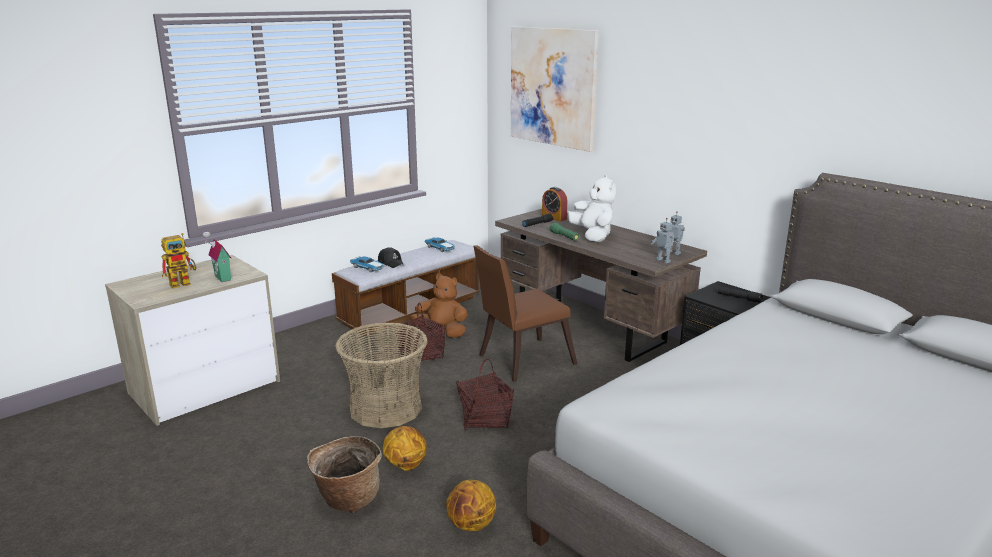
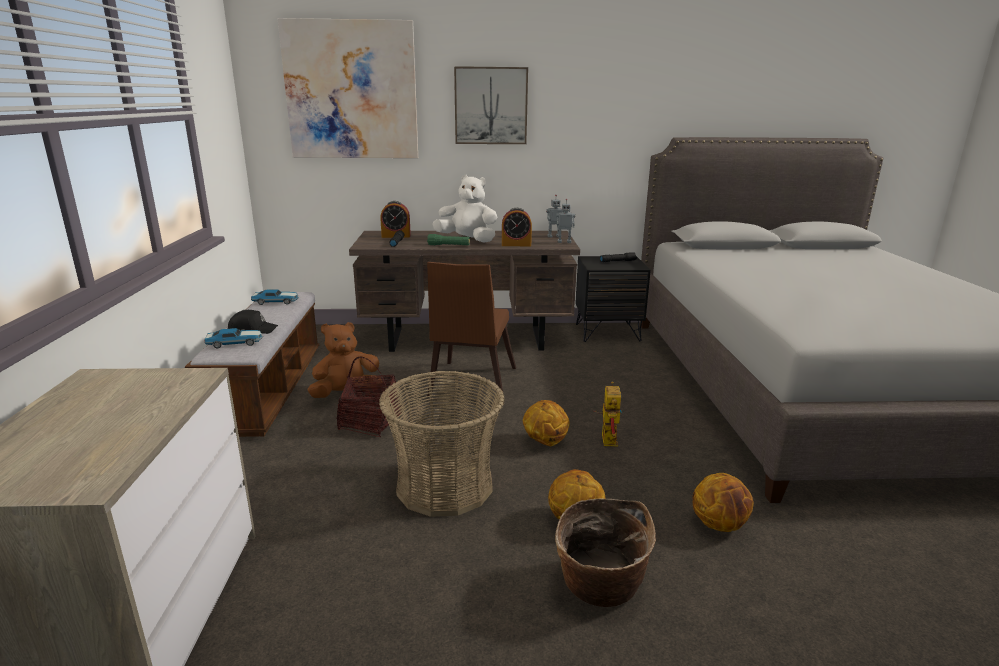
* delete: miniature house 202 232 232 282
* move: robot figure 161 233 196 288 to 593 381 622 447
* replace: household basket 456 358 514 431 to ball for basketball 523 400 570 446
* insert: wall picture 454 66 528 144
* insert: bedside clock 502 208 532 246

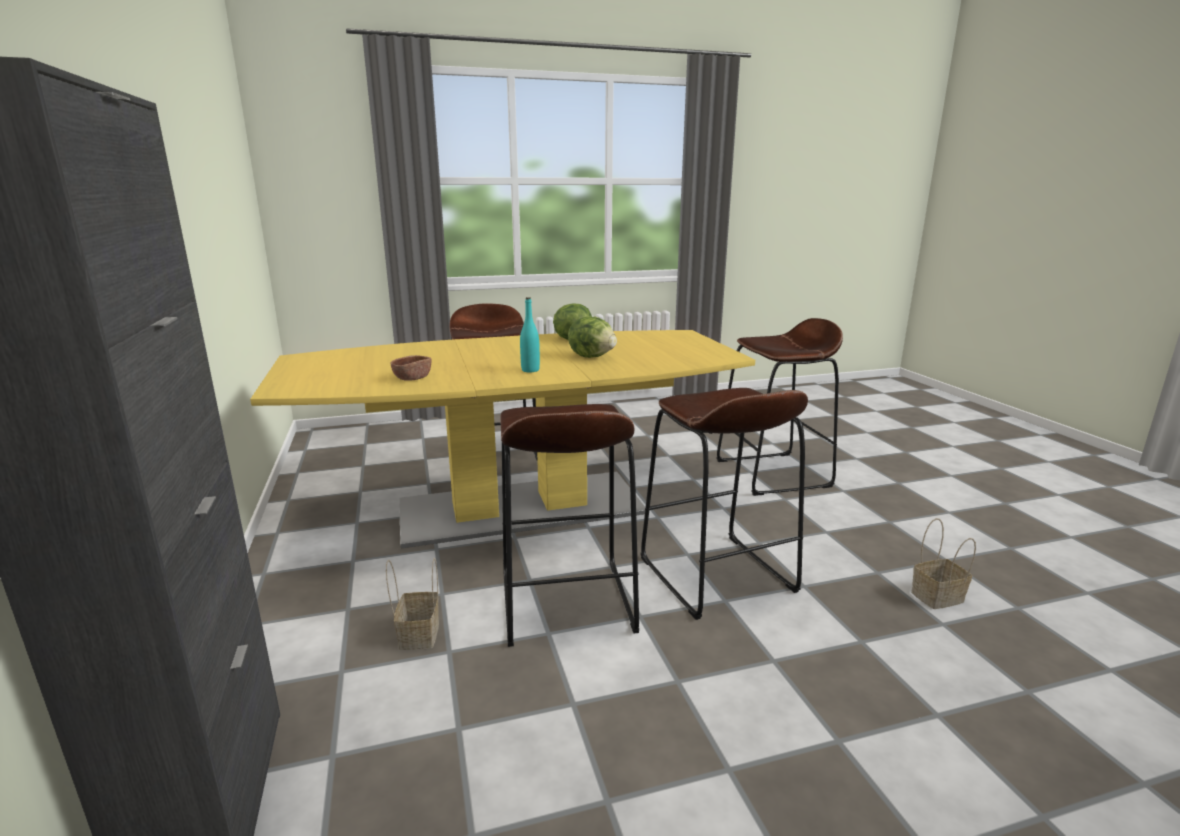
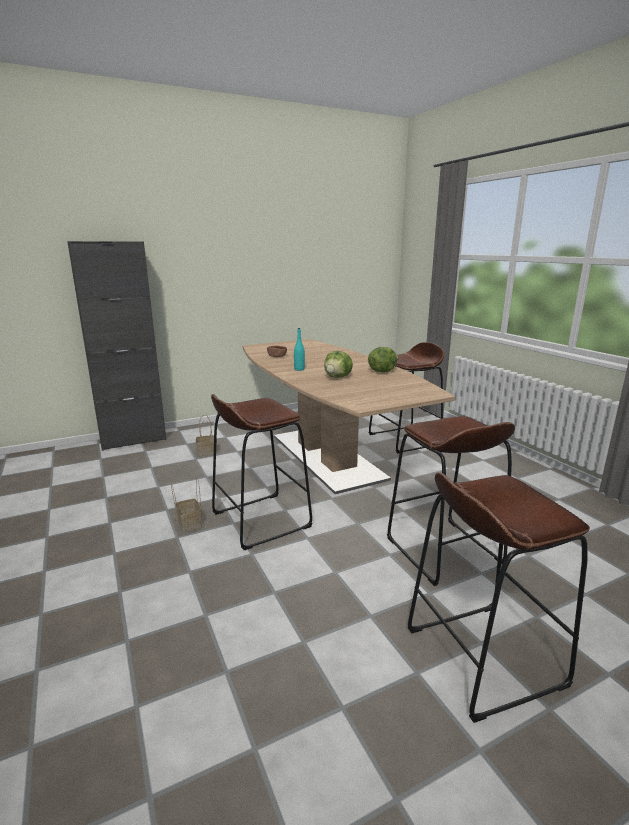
* recolor: dining table in yellow-coloured 250 330 755 549 to dining table in brown-coloured 243 339 455 494
* move: sitting stool in brown-coloured 500 404 639 647 to 408 472 590 723
* move: household basket 911 518 976 609 to 171 477 202 532

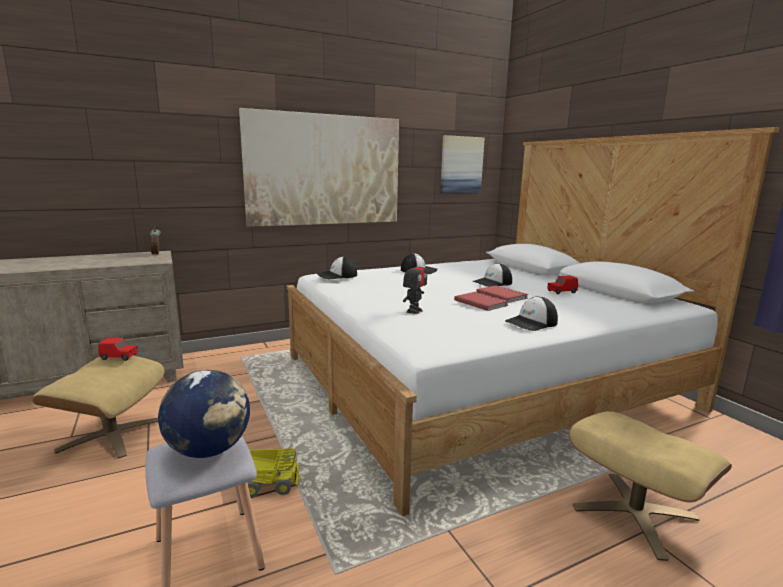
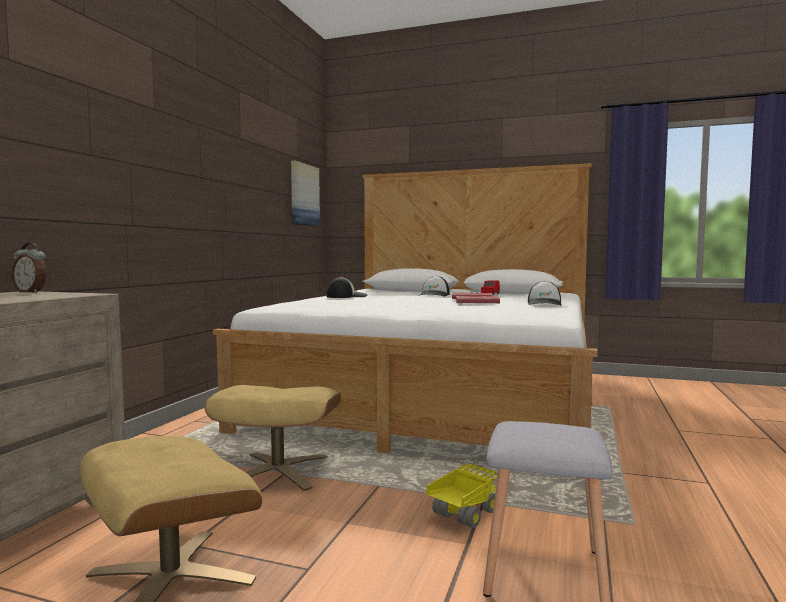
* delete: wall picture 239 108 399 227
* delete: cap 317 256 357 279
* delete: robot figure 403 257 427 314
* delete: model car in red 98 338 138 361
* delete: globe 158 370 250 458
* move: ottoman in beige 569 411 732 561 to 204 385 341 491

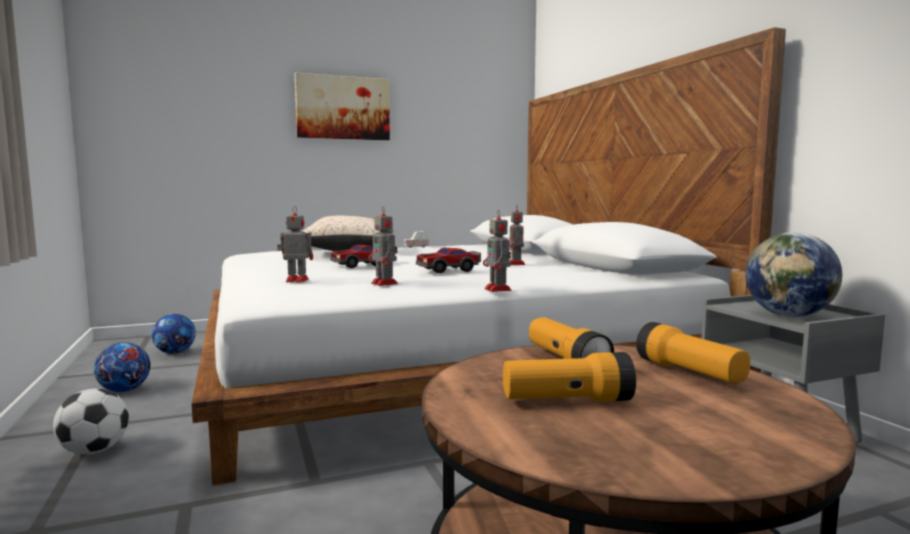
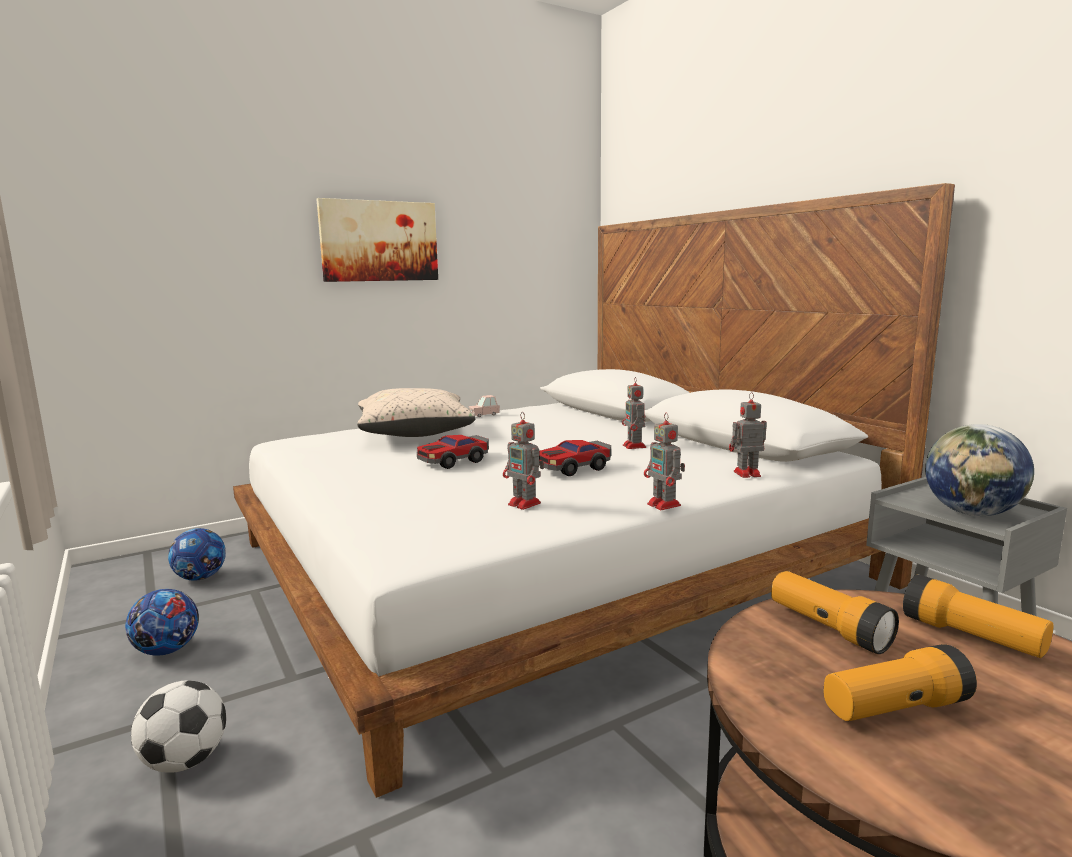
* move: robot figure 277 206 313 282 to 729 392 767 478

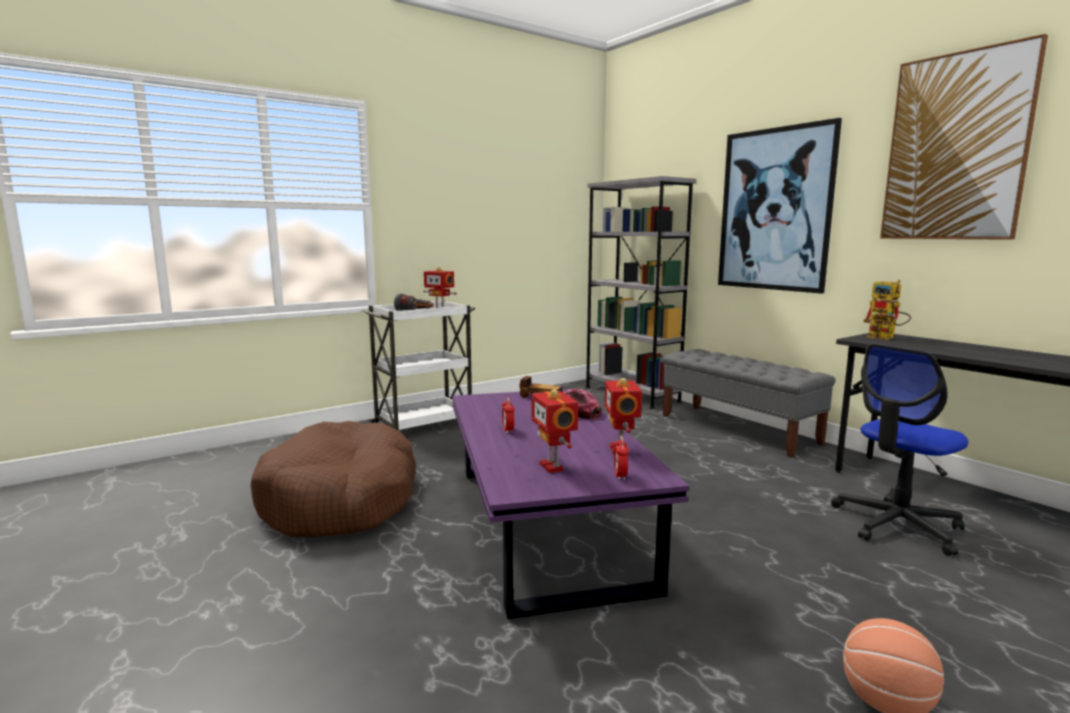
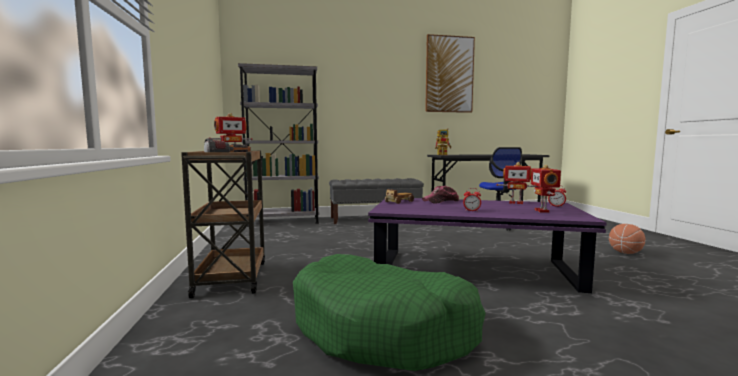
* delete: wall picture 718 118 842 294
* recolor: wheeled cart in white 362 301 475 430 to wheeled cart in brown-coloured 181 151 265 298
* rotate: robot figure 532 389 578 473 = 531 165 561 213 90 degrees clockwise
* recolor: pet bed in brown-coloured 250 421 416 537 to pet bed in greenish 293 254 486 371

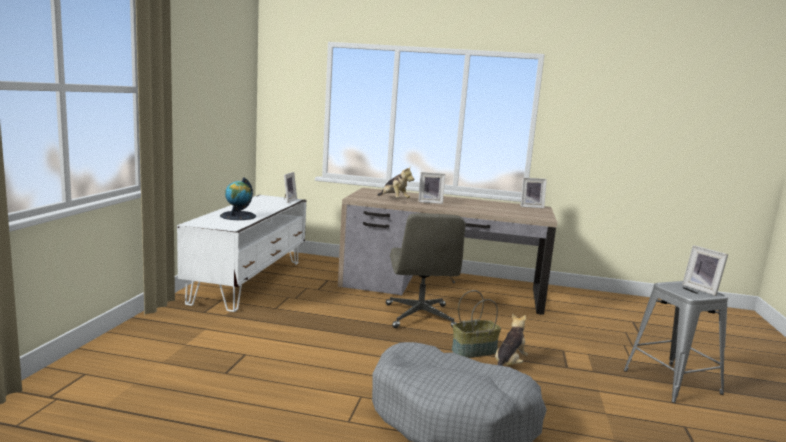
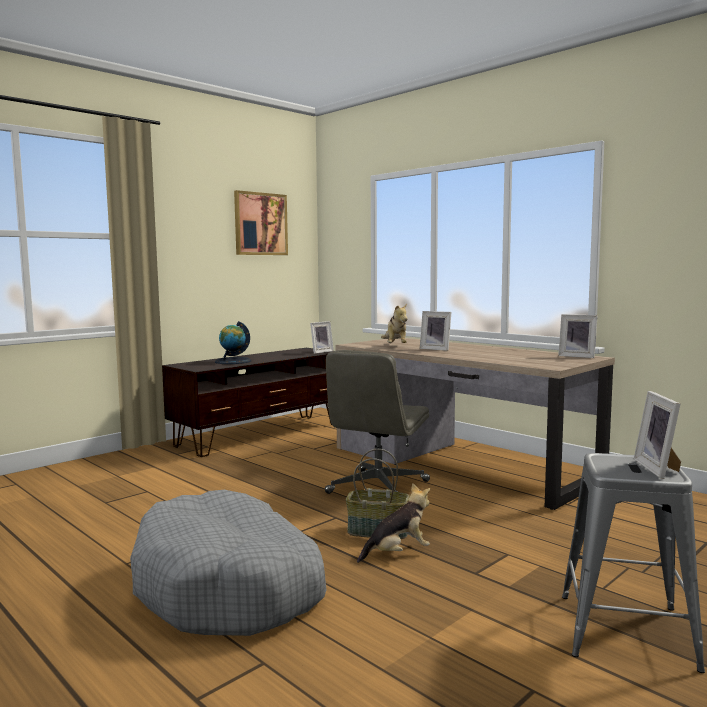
* recolor: media console in white 177 195 306 312 to media console in brown-coloured 162 348 333 457
* insert: wall picture 234 190 288 255

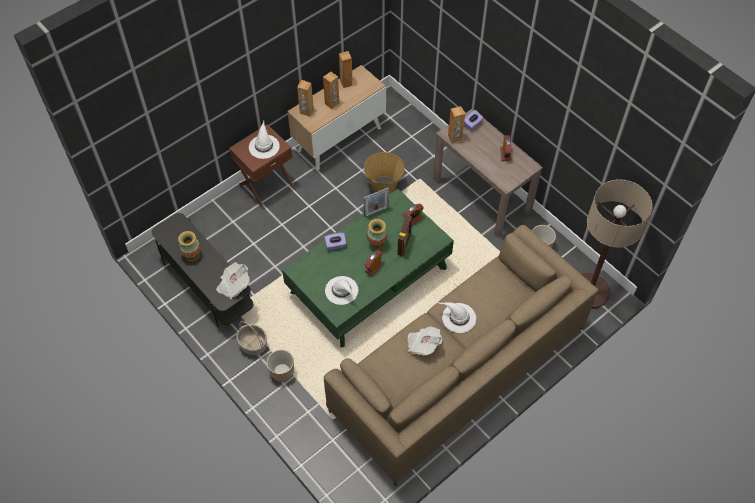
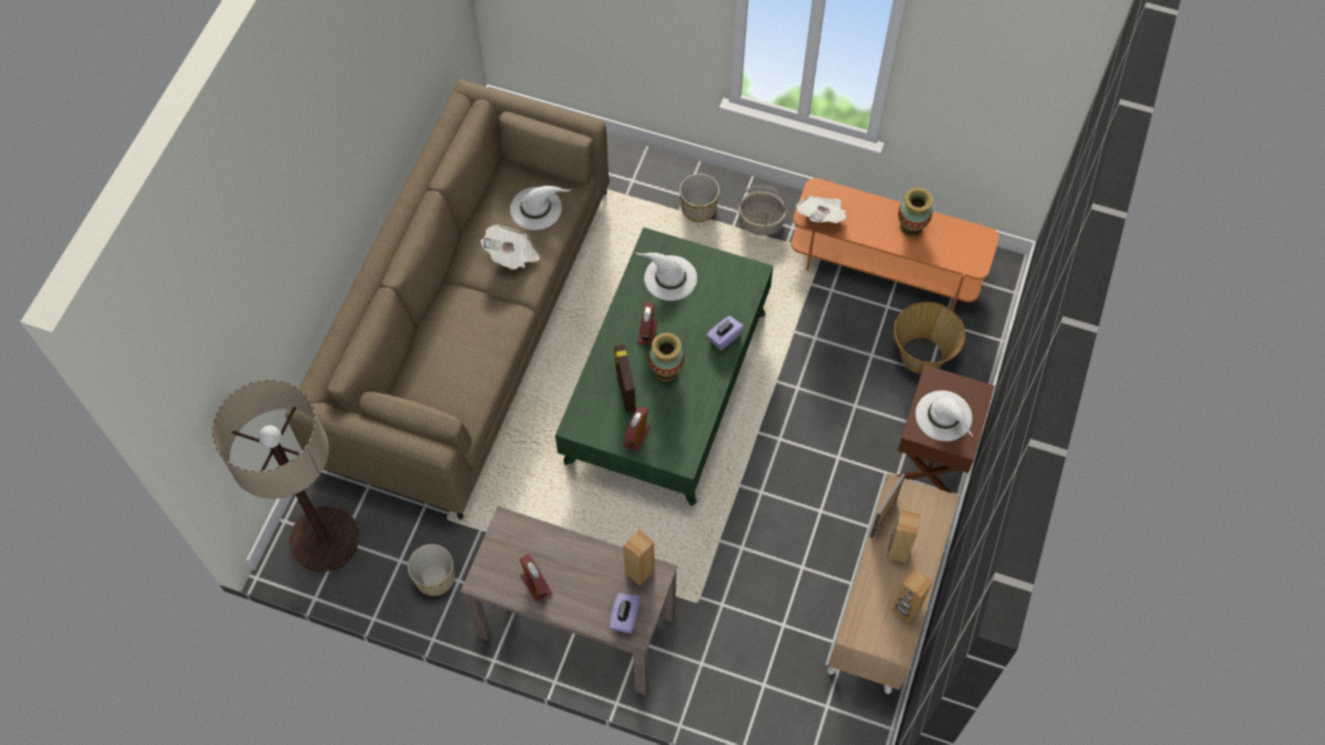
* delete: audio speaker in brown-coloured 297 80 314 117
* move: household basket 364 152 405 194 to 894 302 966 374
* move: photo frame 364 187 389 217 to 870 474 905 538
* recolor: media console in grey 152 213 253 327 to media console in orange 791 178 999 310
* move: hat in white 437 302 476 333 to 510 186 571 230

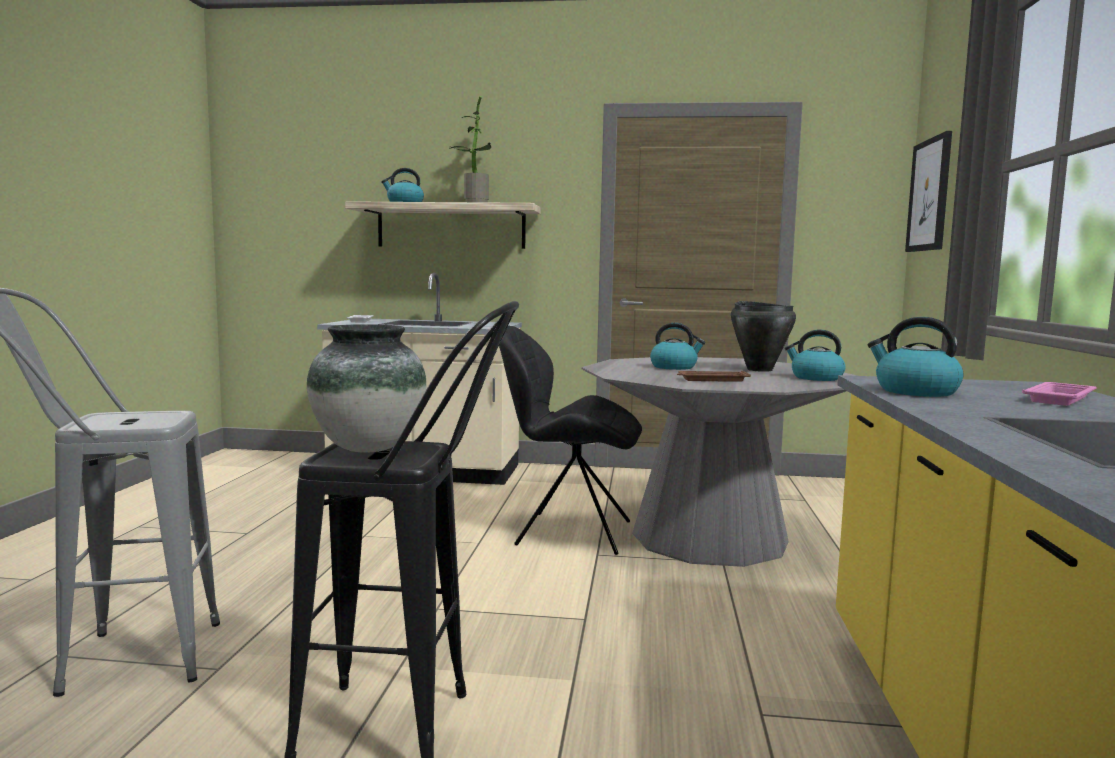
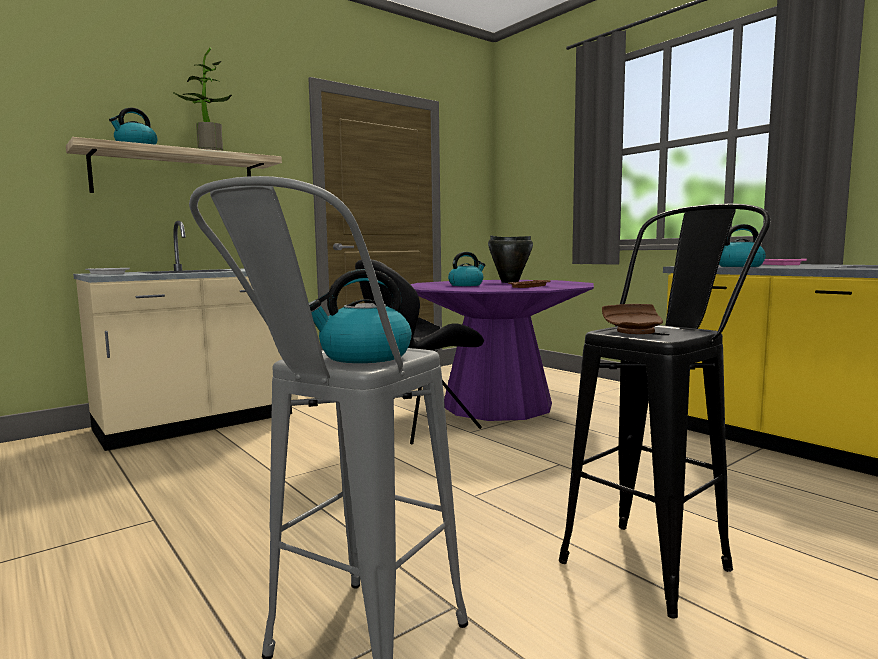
* delete: wall picture 905 131 952 252
* replace: decorative vase 307 324 427 453 to plate in brown-coloured 602 304 663 334
* move: water kettle 785 330 845 381 to 309 269 412 363
* recolor: dining table in grey 581 357 857 567 to dining table in purple-coloured 410 280 594 421

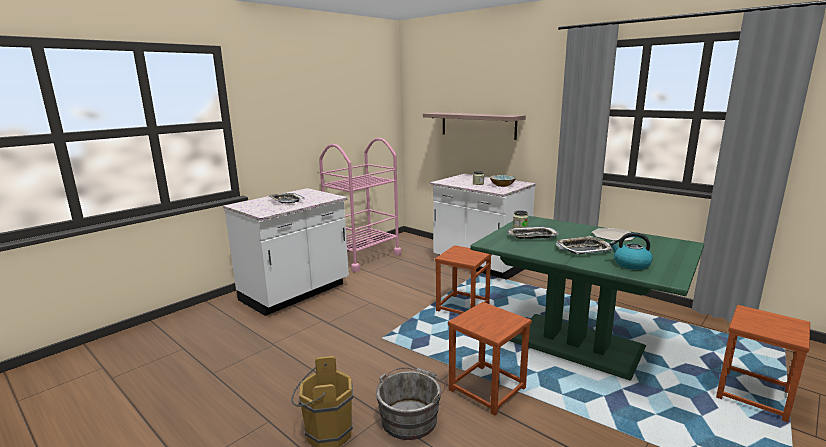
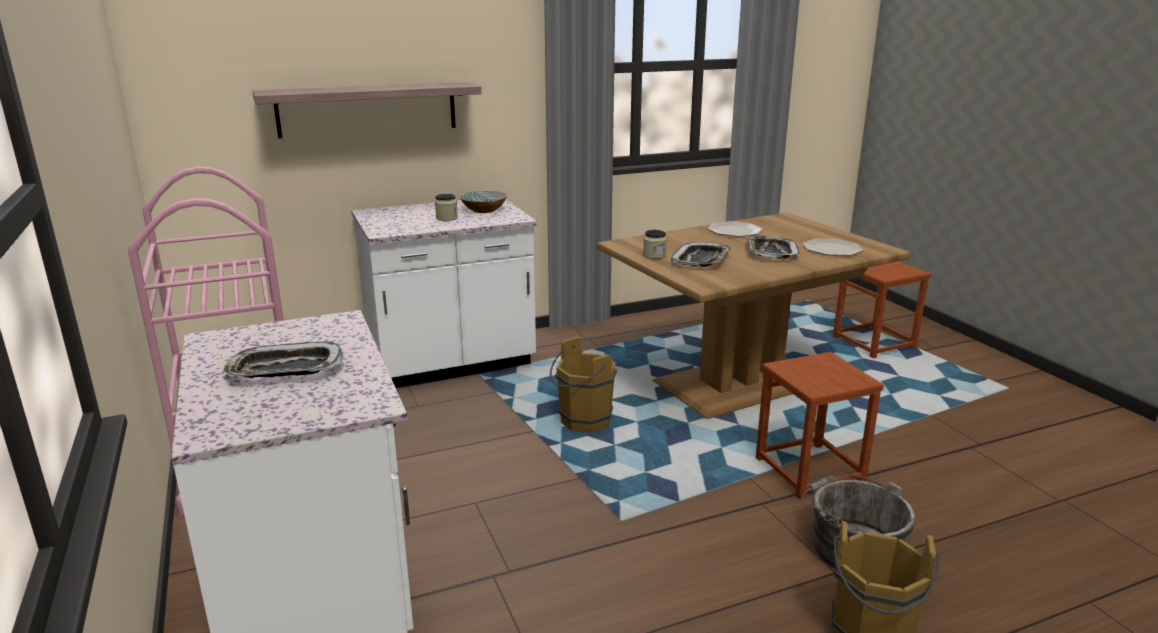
* recolor: dining table in greenish 470 216 704 381 to dining table in brown-coloured 597 212 910 419
* replace: water kettle 609 232 653 270 to plate 803 239 863 256
* replace: sitting stool in brown-coloured 435 245 492 314 to water bucket in brown-coloured 550 337 617 433

